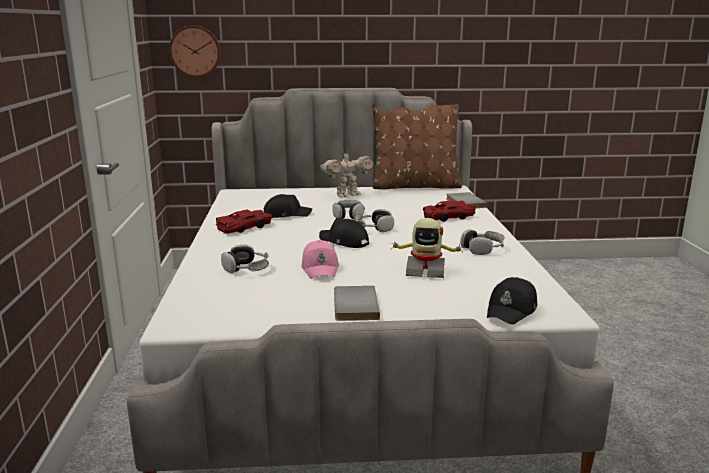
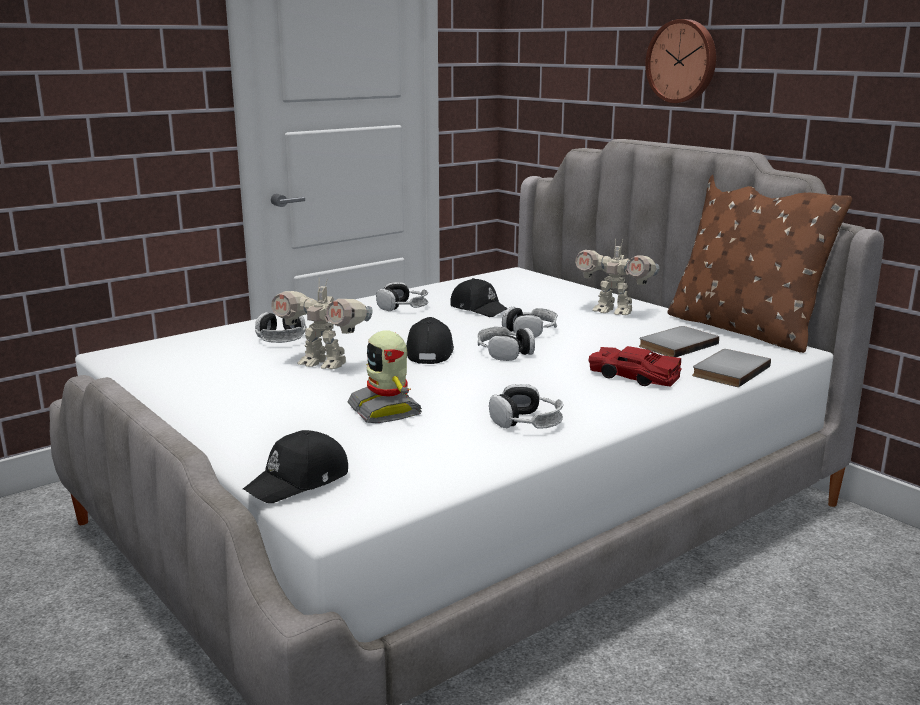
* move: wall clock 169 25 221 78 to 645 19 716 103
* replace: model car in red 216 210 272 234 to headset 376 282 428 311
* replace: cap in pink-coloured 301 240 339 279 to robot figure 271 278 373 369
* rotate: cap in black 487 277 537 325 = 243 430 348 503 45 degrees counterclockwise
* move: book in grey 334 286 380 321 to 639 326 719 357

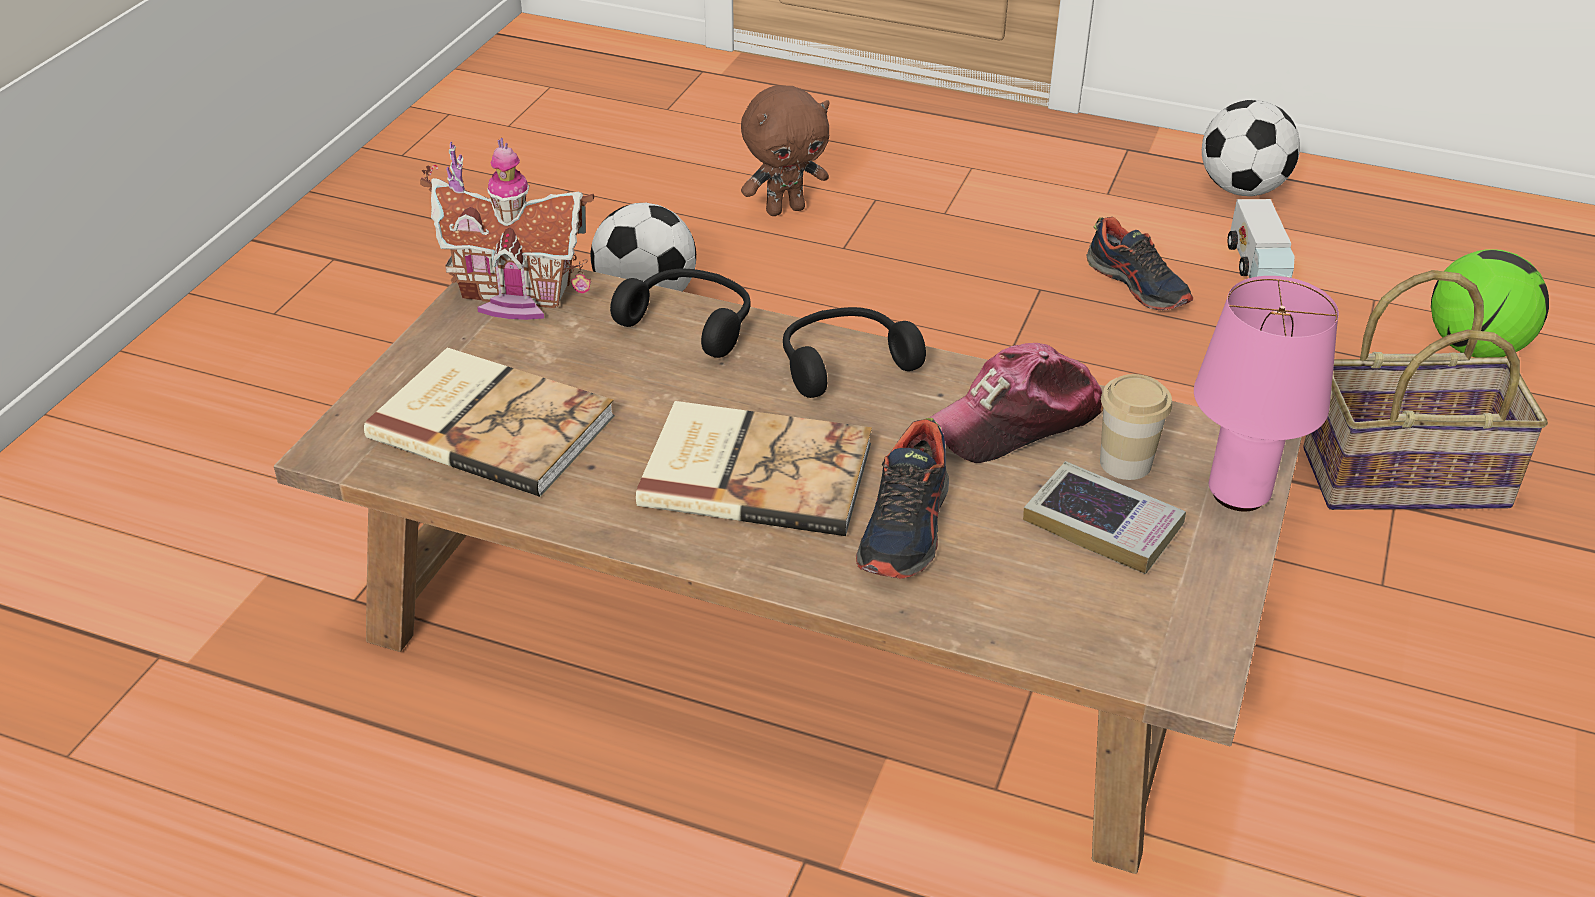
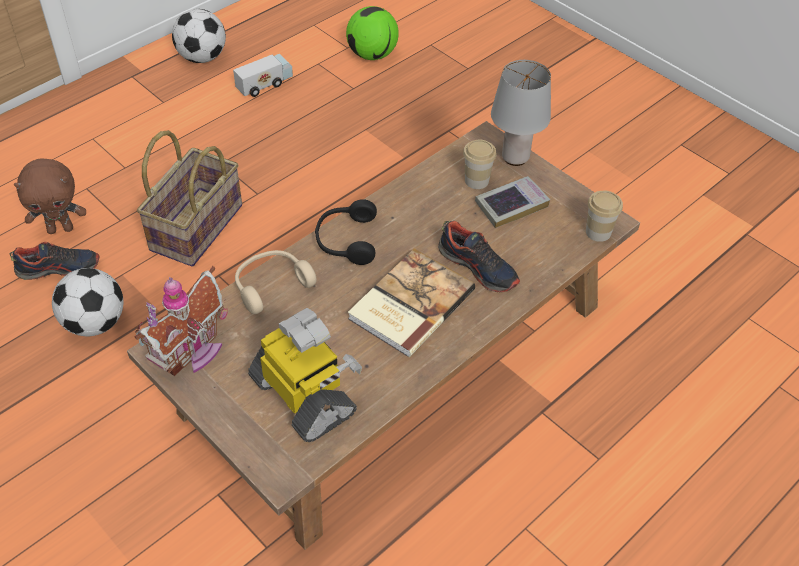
* rotate: soft toy in brown-coloured 741 85 830 216 = 14 158 86 234 75 degrees clockwise
* rotate: toy lorry 1227 199 1295 278 = 233 54 293 97 60 degrees counterclockwise
* move: item of footwear 1086 217 1193 310 to 9 242 100 280
* recolor: headset in black 610 269 750 358 to headset in beige 235 250 317 314
* move: household basket 1303 270 1548 510 to 137 130 242 267
* recolor: table lamp in pink-coloured 1194 276 1339 512 to table lamp in grey 491 60 551 166
* delete: cap 929 343 1103 463
* replace: book 364 348 615 497 to robot figure 248 308 362 442
* insert: small cup 586 191 623 242

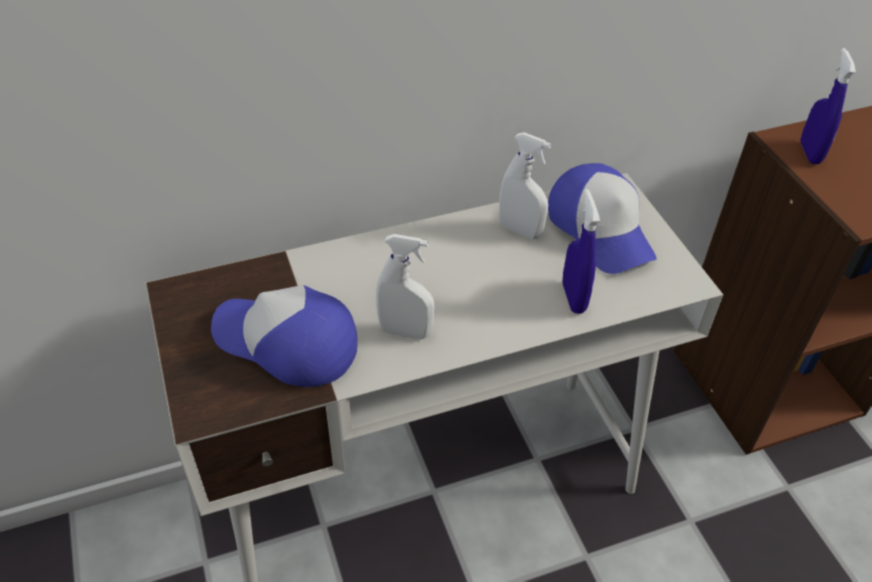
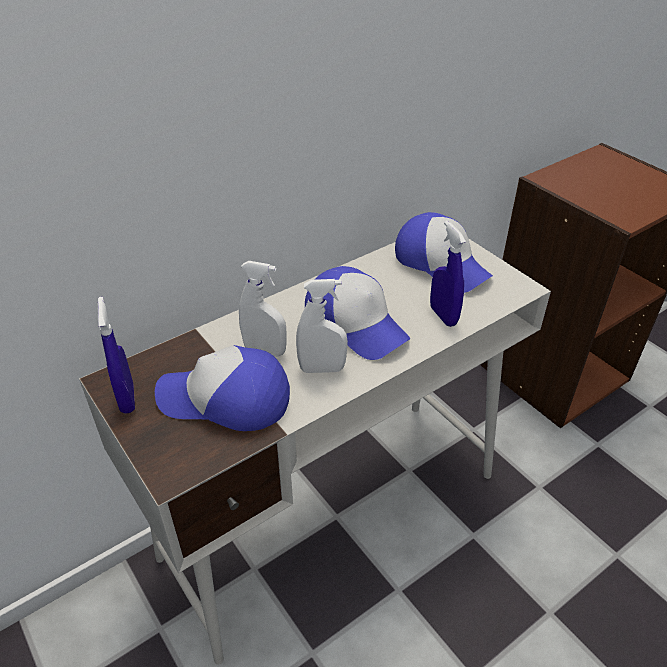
* move: sprayer in bluish 801 48 856 164 to 97 297 135 413
* move: sprayer in white 499 132 551 239 to 239 261 287 357
* insert: cap 305 266 410 360

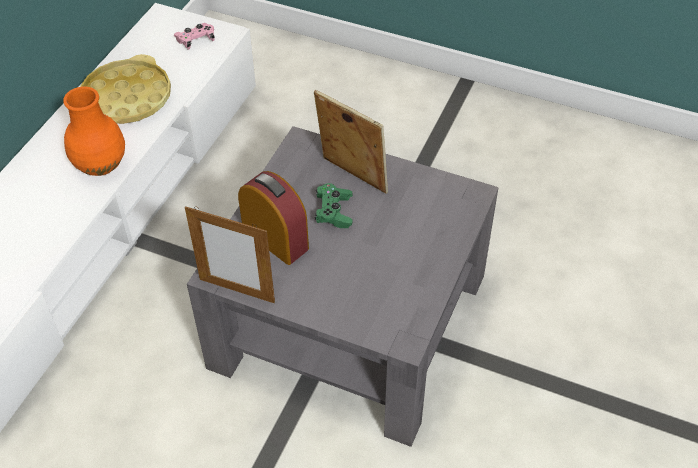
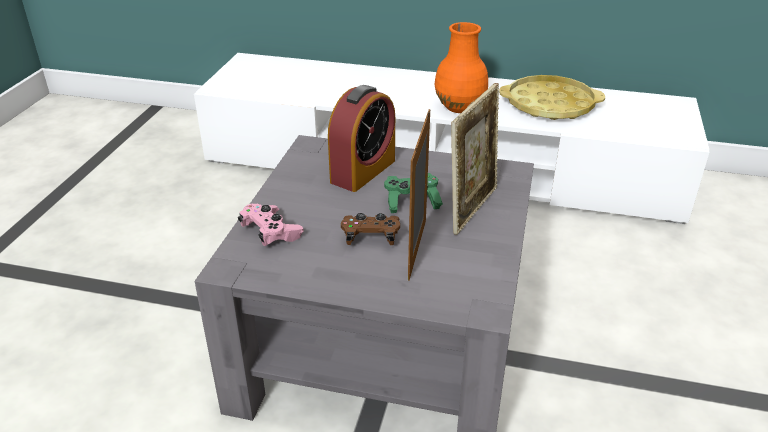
* move: gamepad in pink-coloured 174 23 215 50 to 238 204 304 246
* move: photo frame 185 206 275 303 to 408 109 430 281
* insert: gamepad in brown-coloured 341 213 400 245

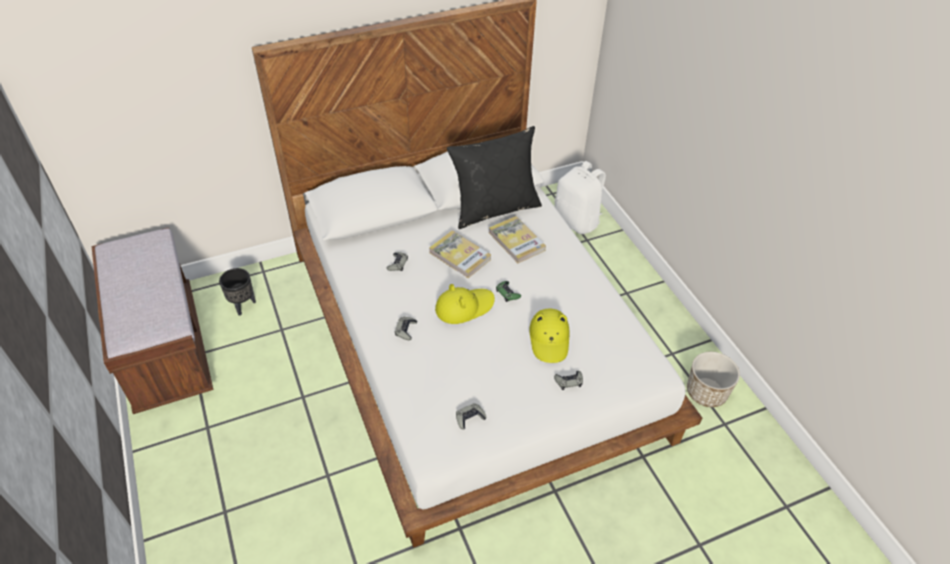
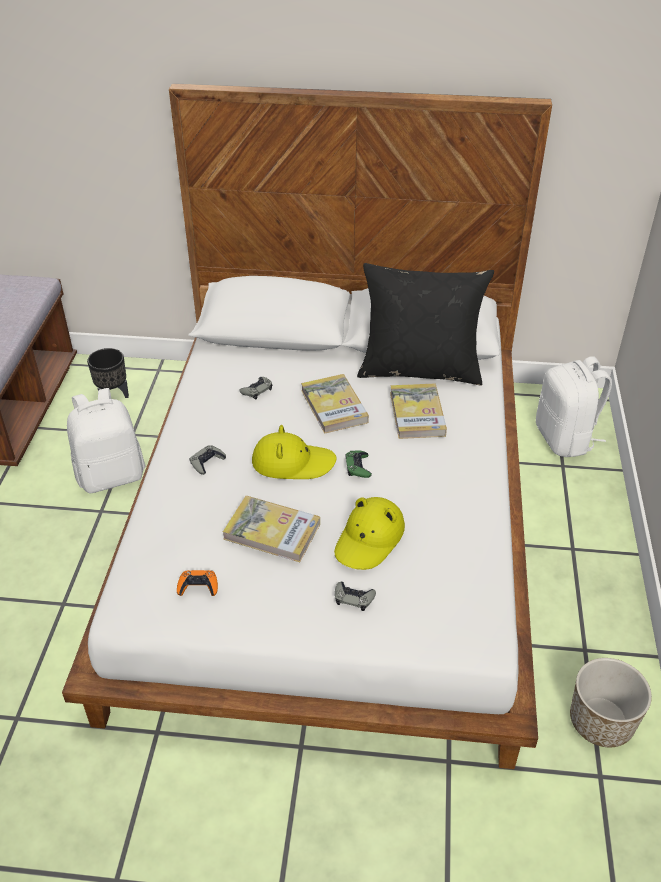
* recolor: gamepad in grey 456 403 486 430 to gamepad in orange 177 570 218 596
* insert: backpack in white 67 388 145 493
* insert: book 223 496 320 562

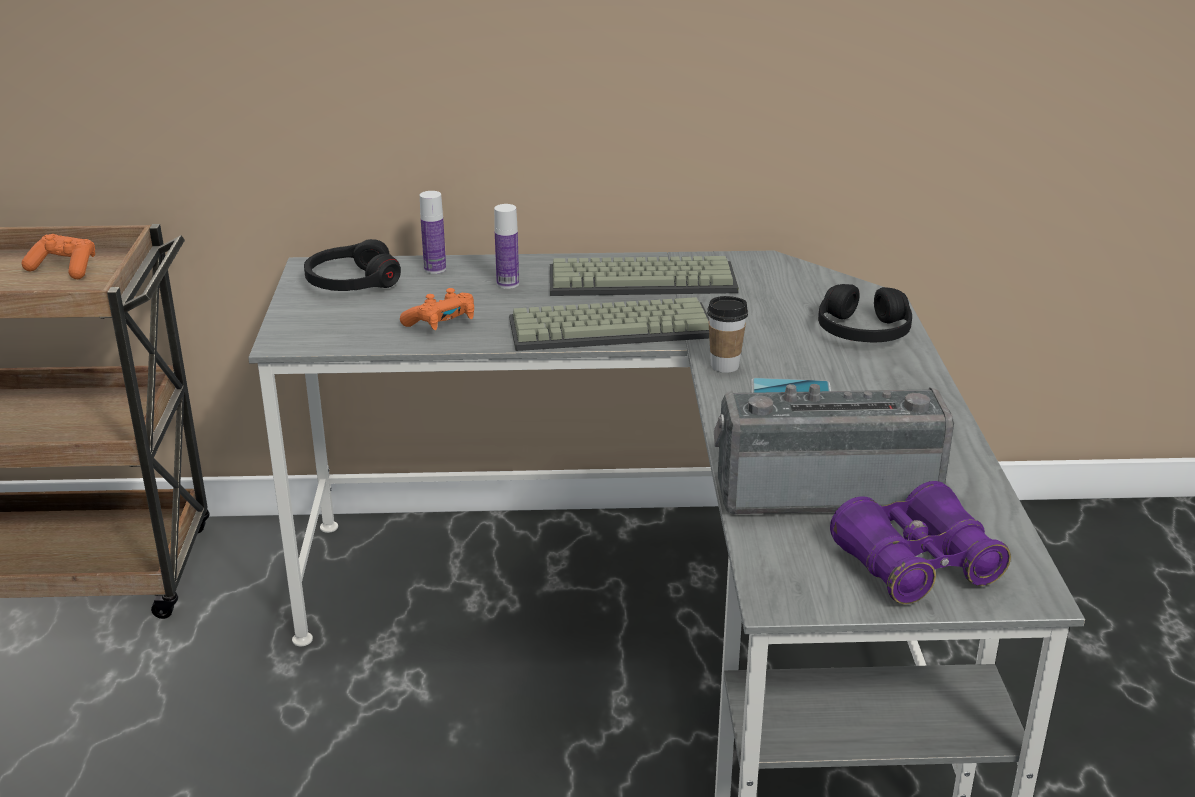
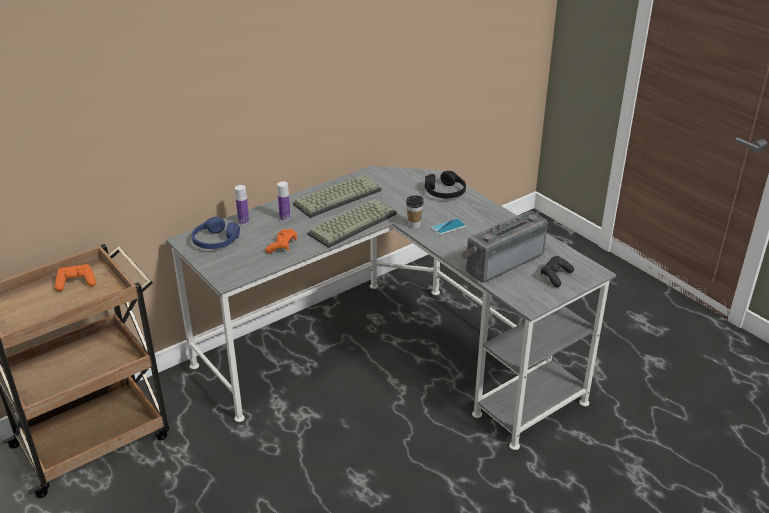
* recolor: headset in black 304 239 401 291 to headset in bluish 192 217 240 249
* replace: pair of binoculars in purple-coloured 830 481 1011 604 to gamepad in black 541 256 574 287

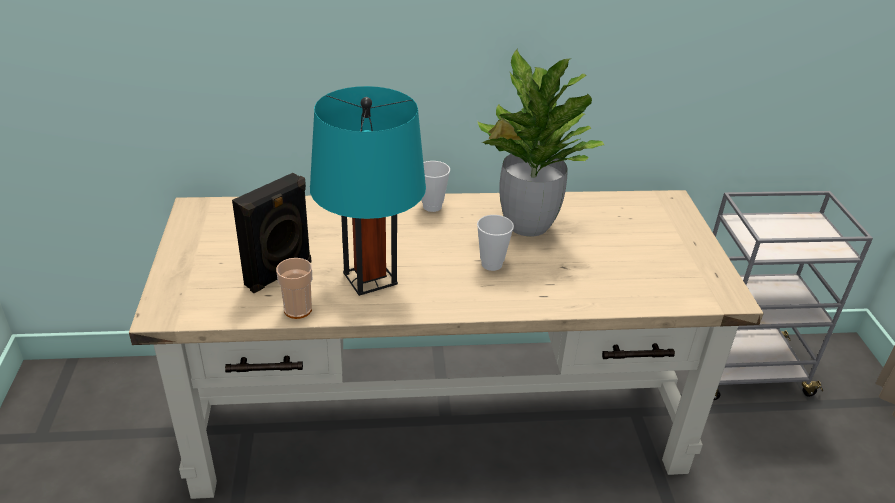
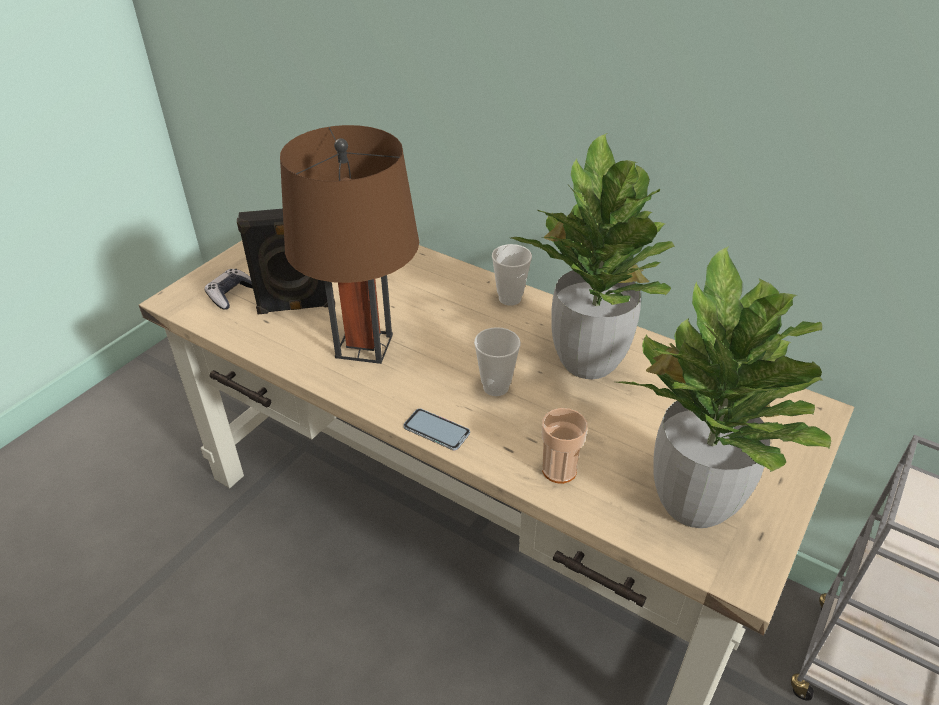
* recolor: table lamp in turquoise-coloured 310 86 426 296 to table lamp in brown-coloured 280 125 419 364
* move: small cup 276 258 312 319 to 542 408 588 484
* insert: houseplant 617 246 831 528
* insert: gamepad 205 269 253 310
* insert: telephone 403 408 470 450

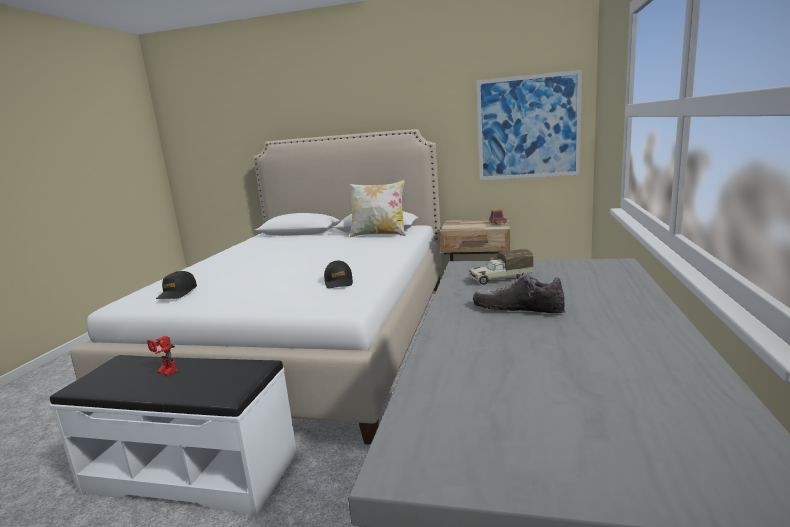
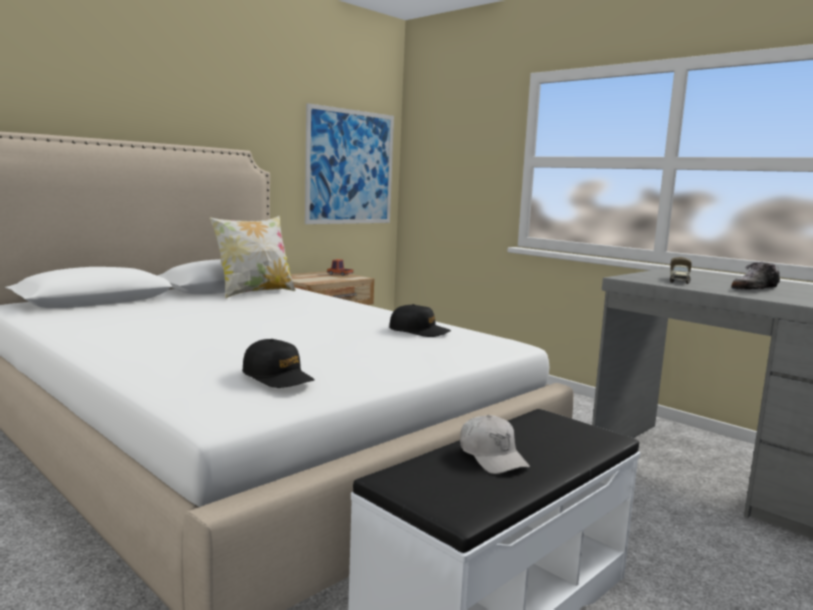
* replace: robot figure 147 336 178 376 to cap in white 460 415 530 474

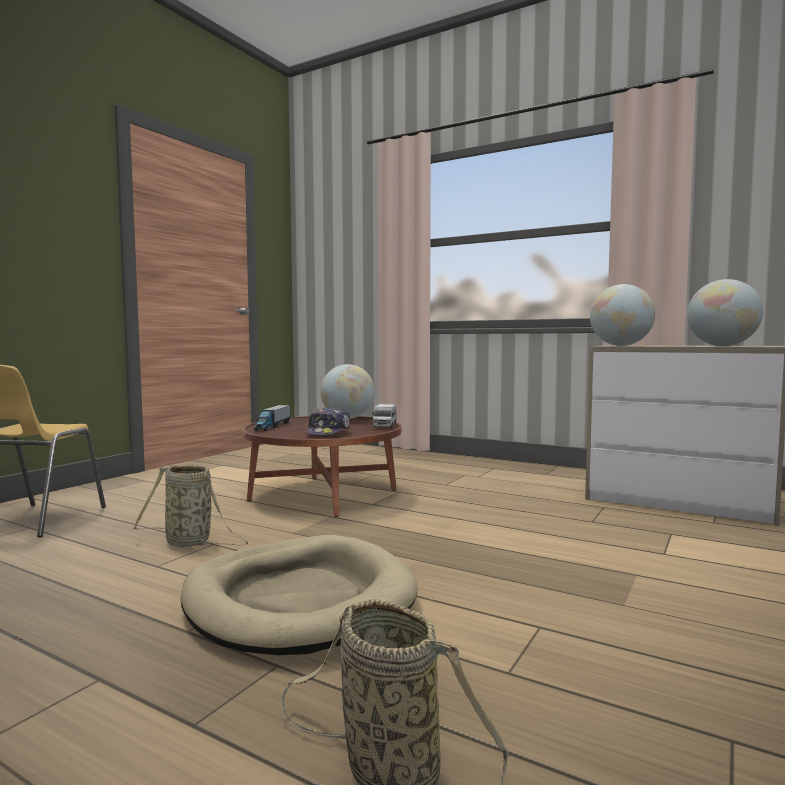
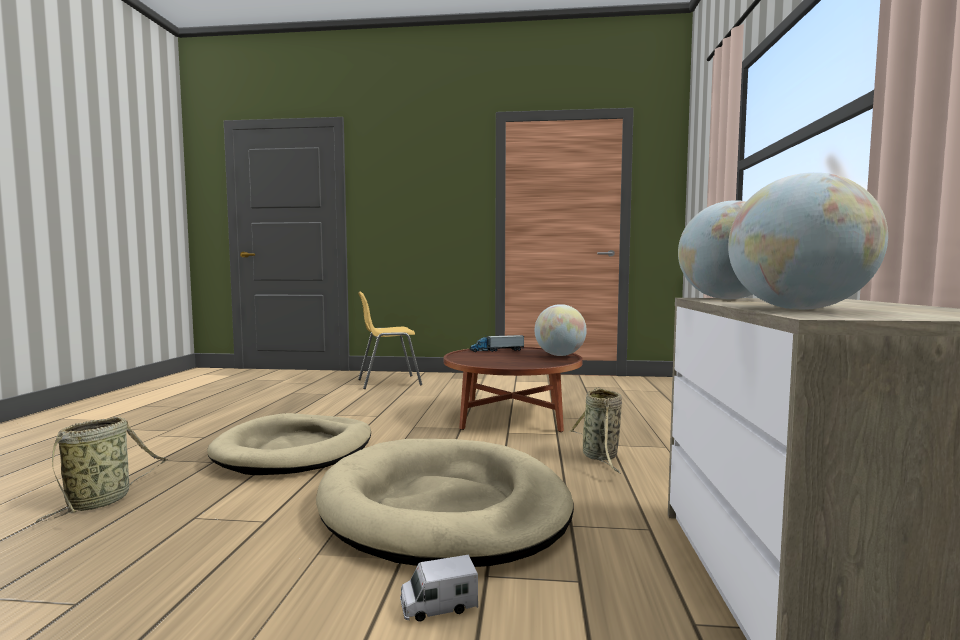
* move: toy lorry 372 404 397 428 to 400 555 478 622
* delete: cap 305 407 350 435
* move: household basket 132 465 248 547 to 569 387 622 474
* insert: pet bed in beige 316 439 574 567

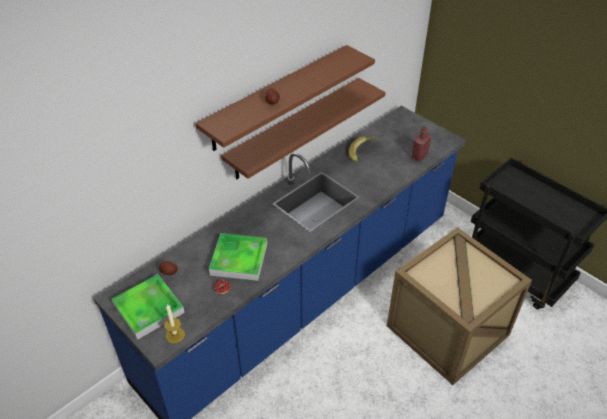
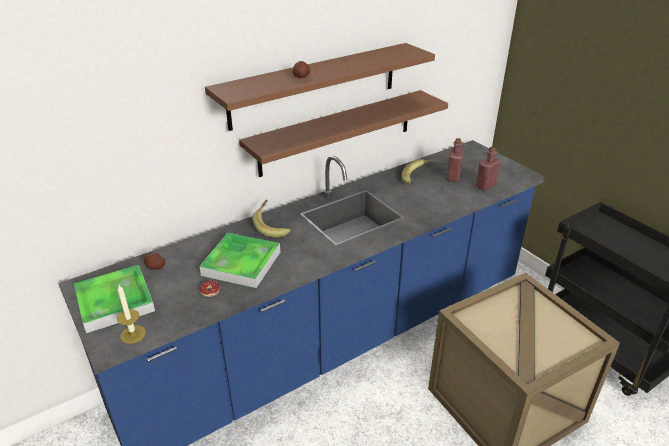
* insert: bottle in red 446 138 464 182
* insert: whole banana 252 200 290 237

